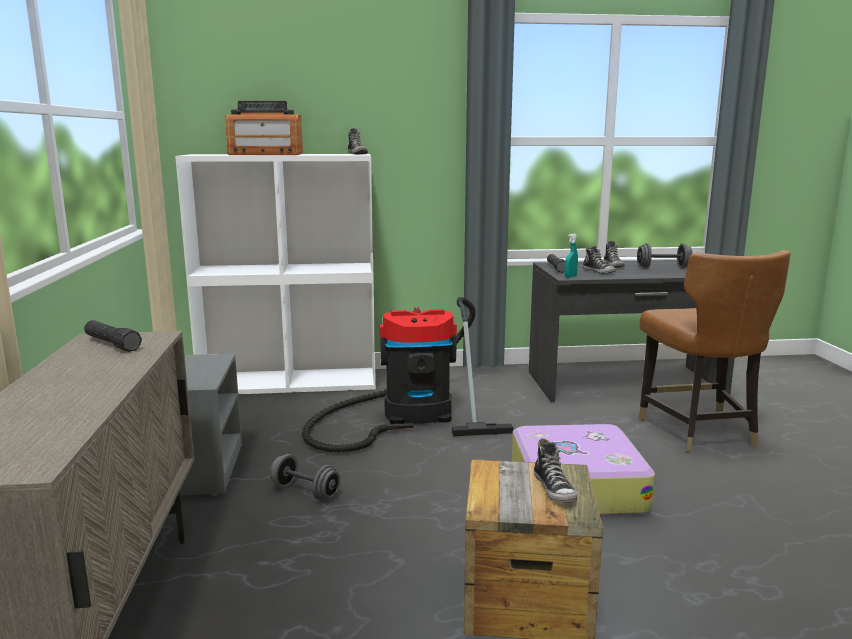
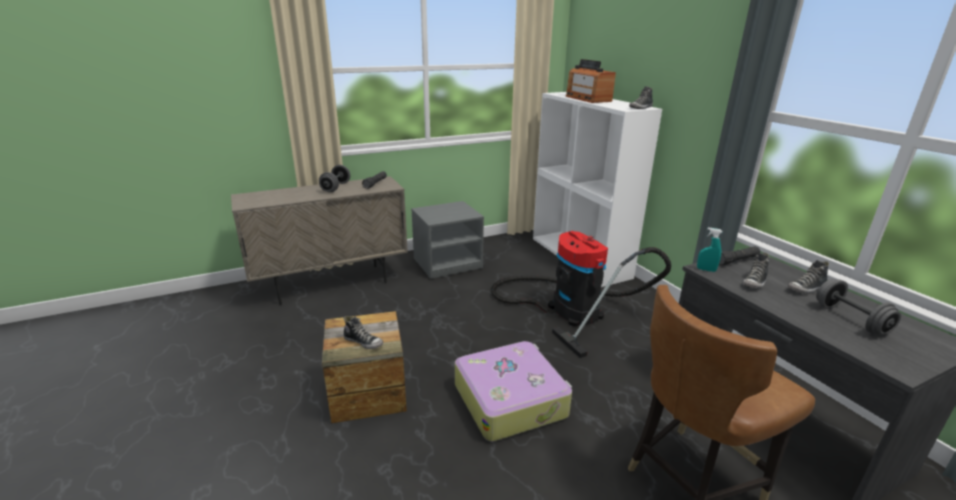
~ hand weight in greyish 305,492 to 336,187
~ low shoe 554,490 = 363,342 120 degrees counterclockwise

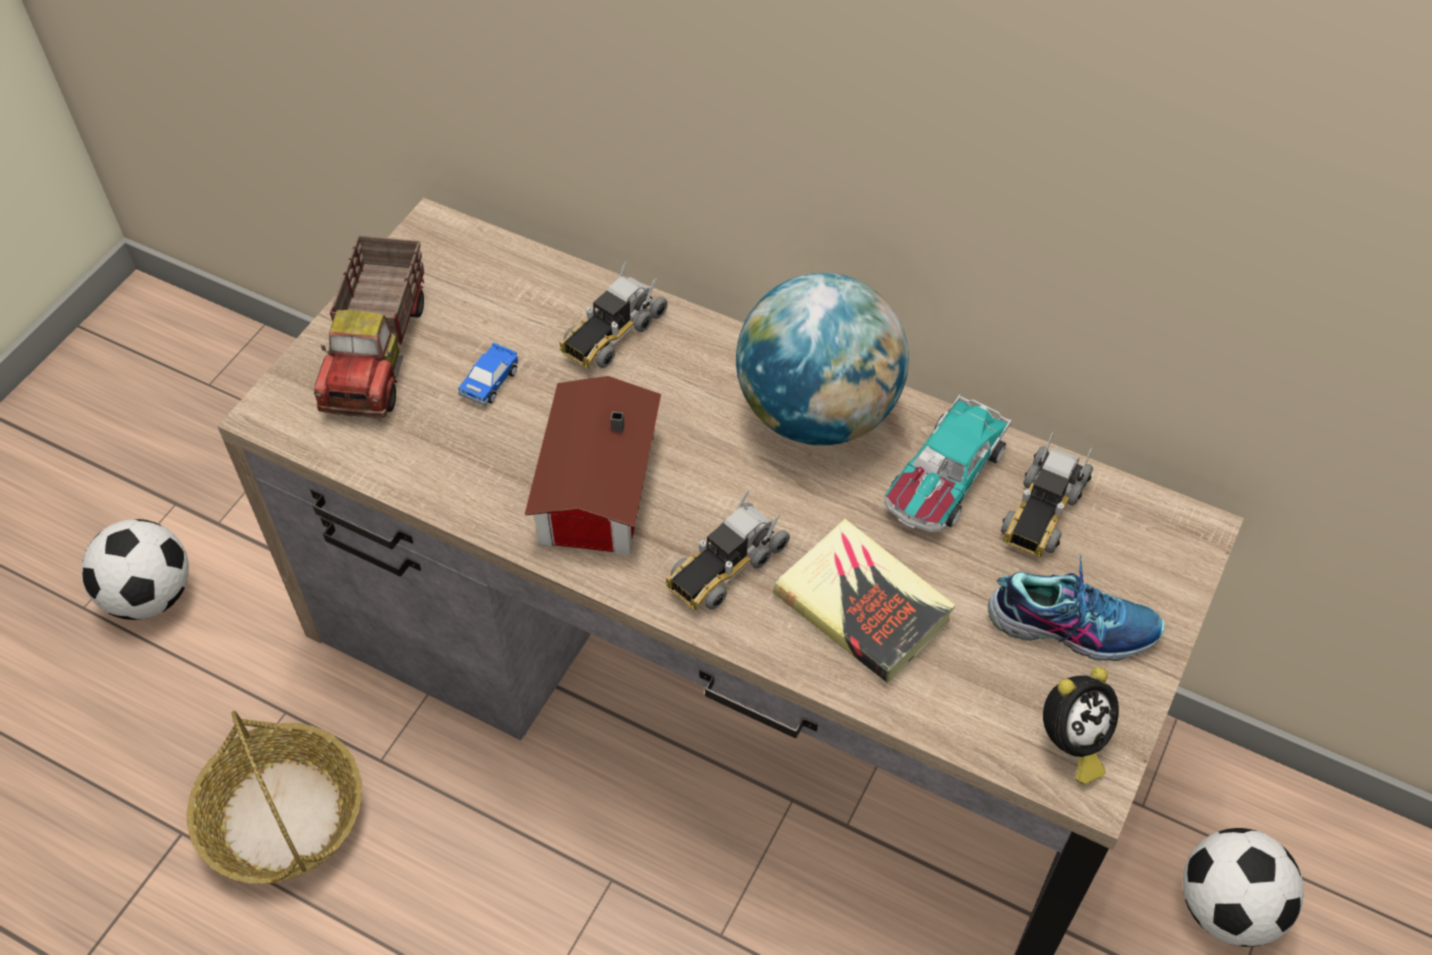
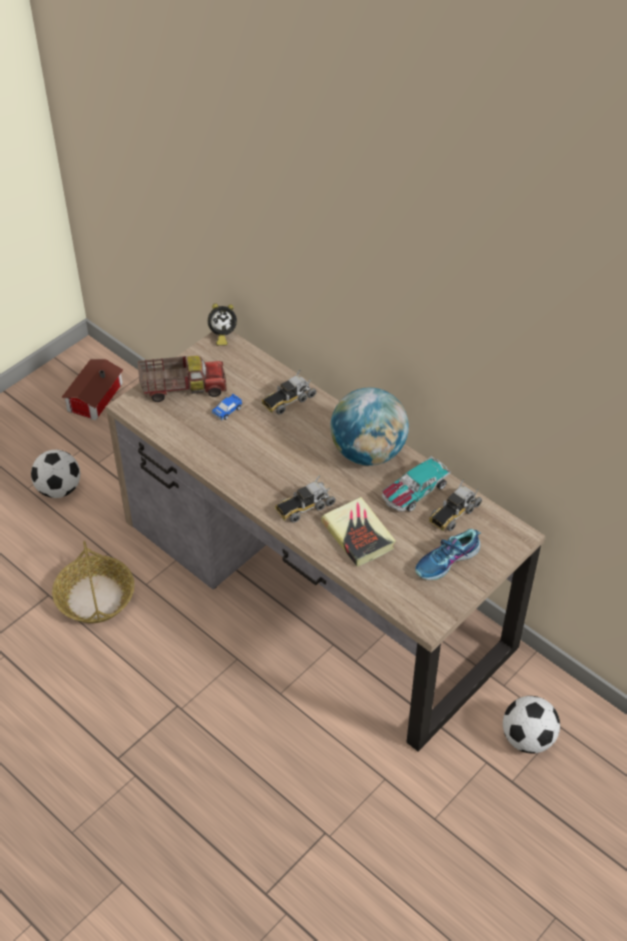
~ miniature house 593,489 to 93,398
~ alarm clock 1071,742 to 222,335
~ model truck 380,351 = 183,388 120 degrees counterclockwise
~ low shoe 1072,625 = 447,561 120 degrees clockwise

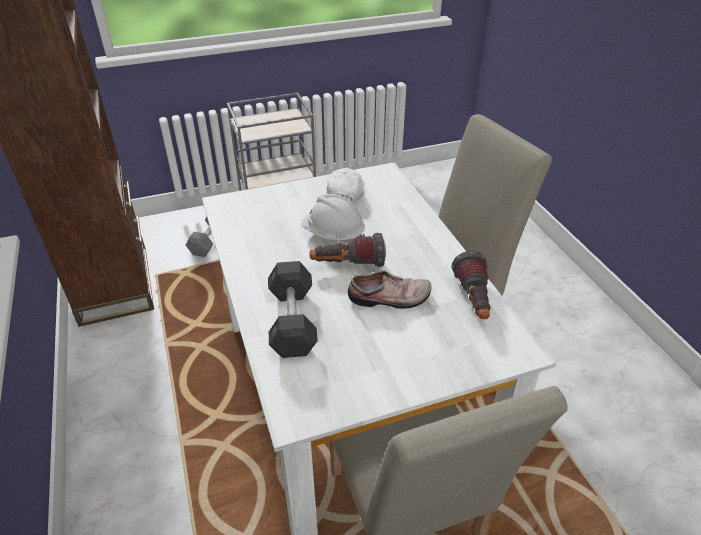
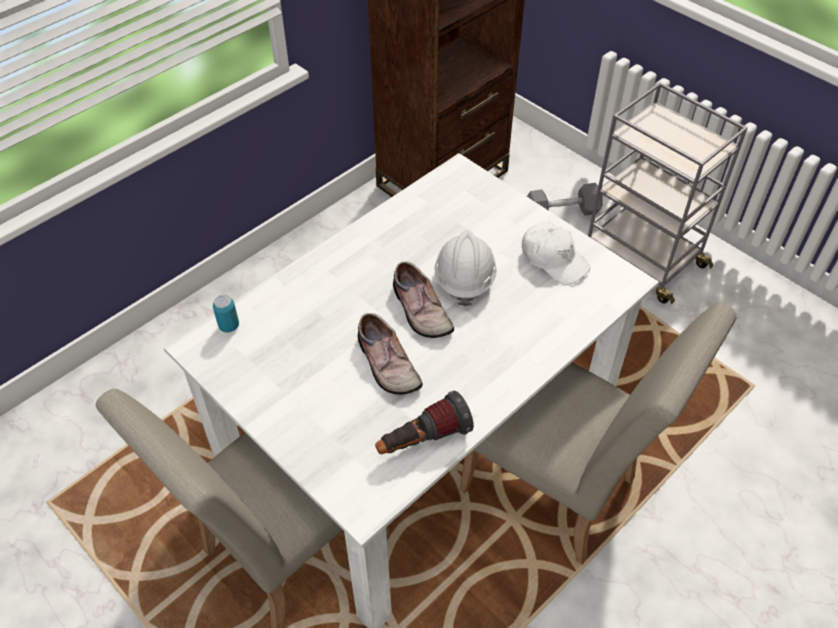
- hand weight in greyish 292,321
+ can 229,326
~ hand torch 348,265 to low shoe 419,310
~ cap in white 345,192 = 554,259 60 degrees clockwise

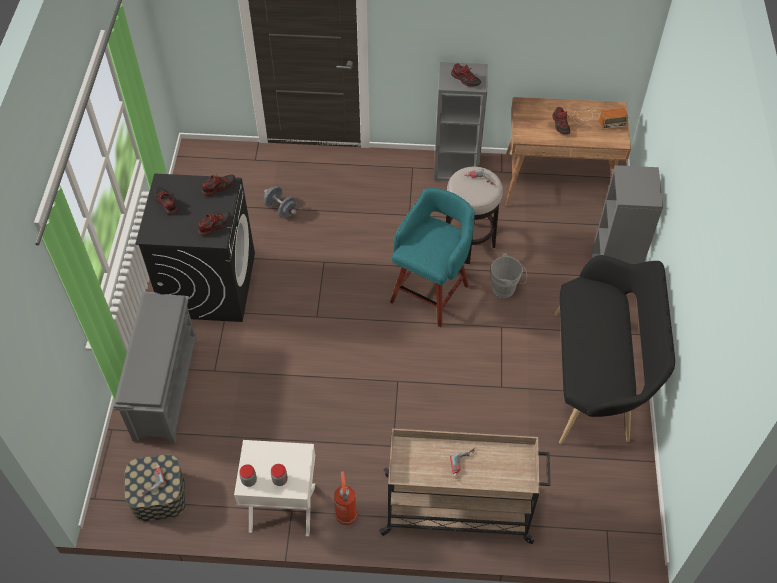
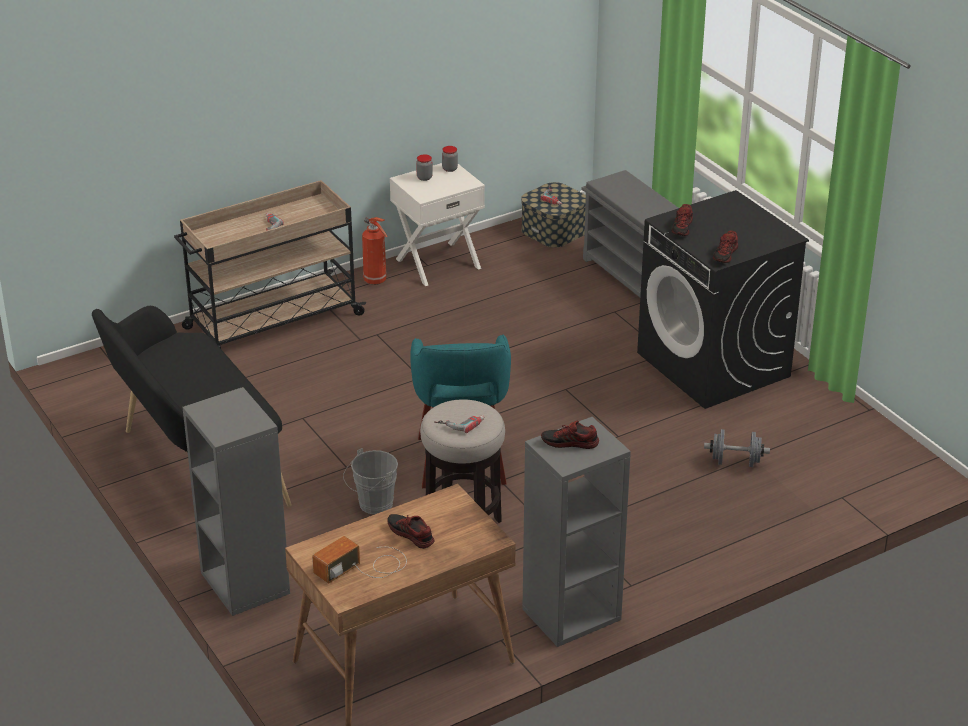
- low shoe 166,202

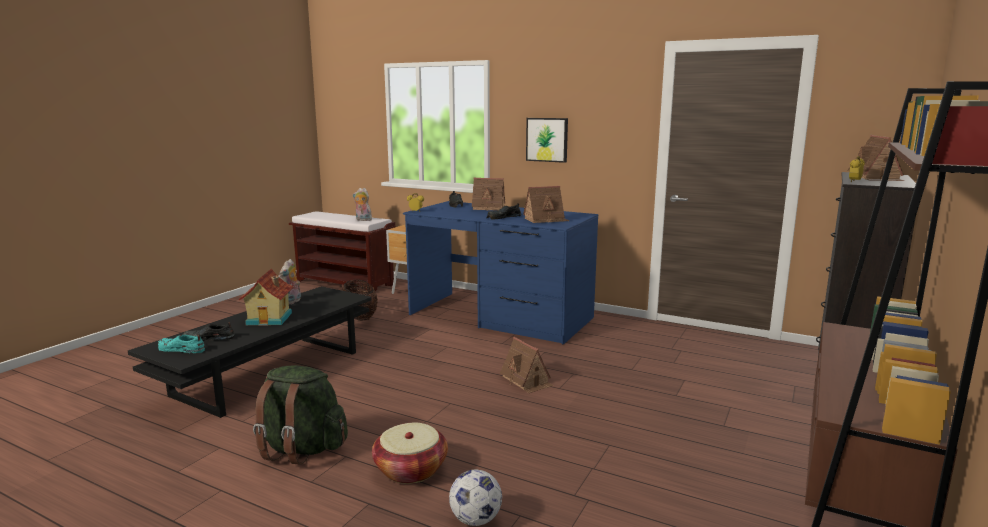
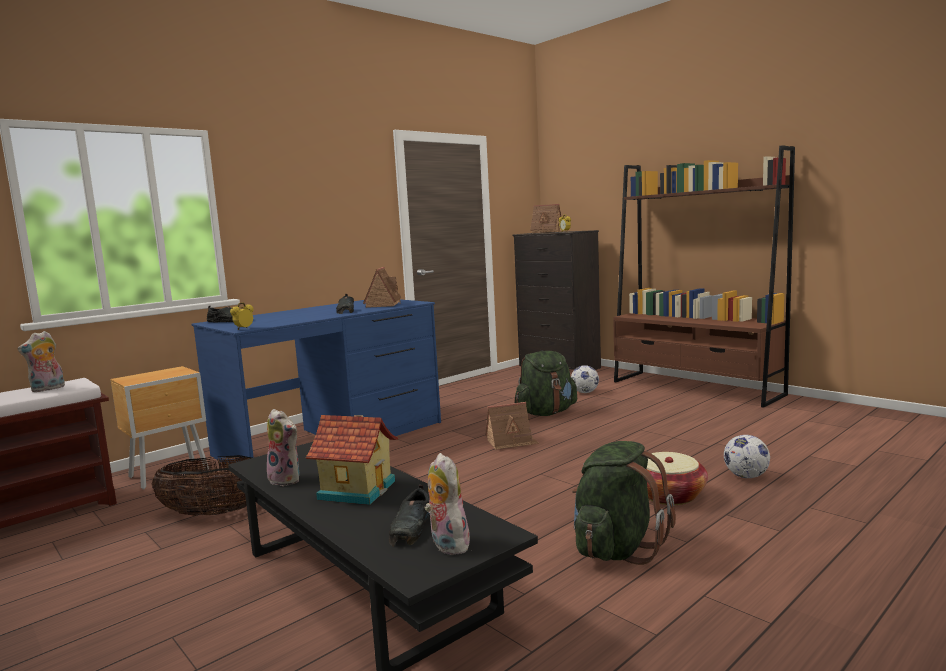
- miniature house 491,208
- wall art 547,139
+ rucksack in green 546,413
+ football ball 585,392
~ low shoe in turquoise 181,349 to plush toy 446,544

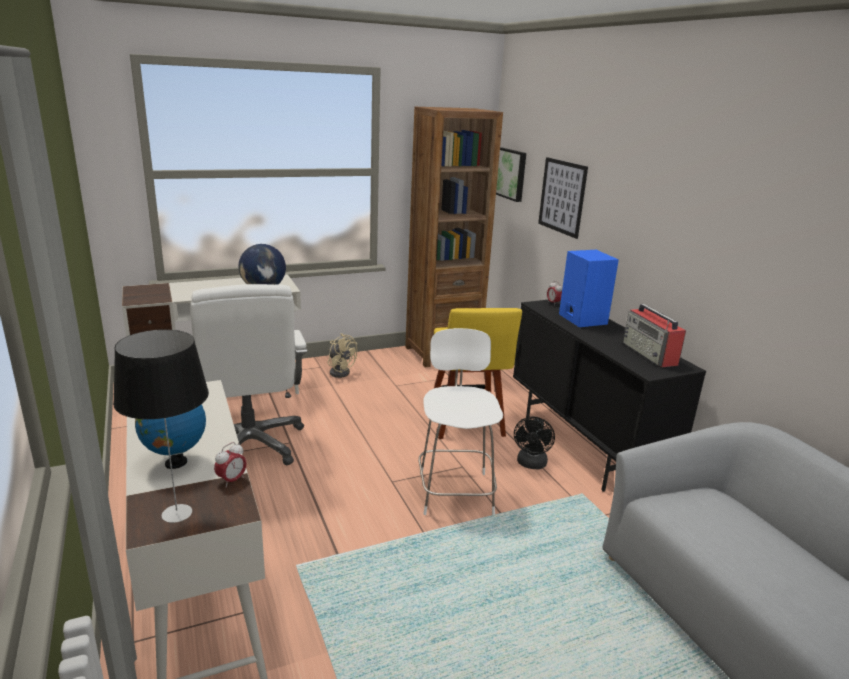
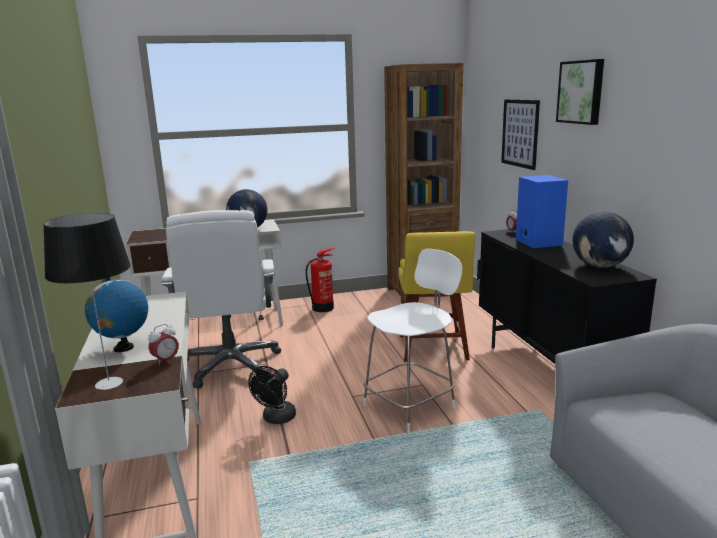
~ wall art 511,174 to 581,92
~ fan in blackish 531,464 to 276,419
~ fan in beige 340,371 to fire extinguisher 323,308
~ radio set 650,354 to desk globe 600,266
~ chair in white 455,491 = 411,405 45 degrees clockwise

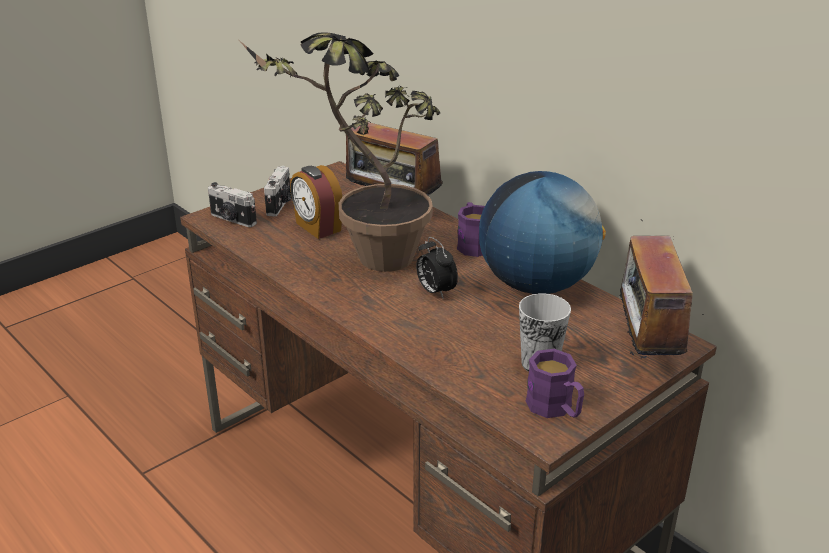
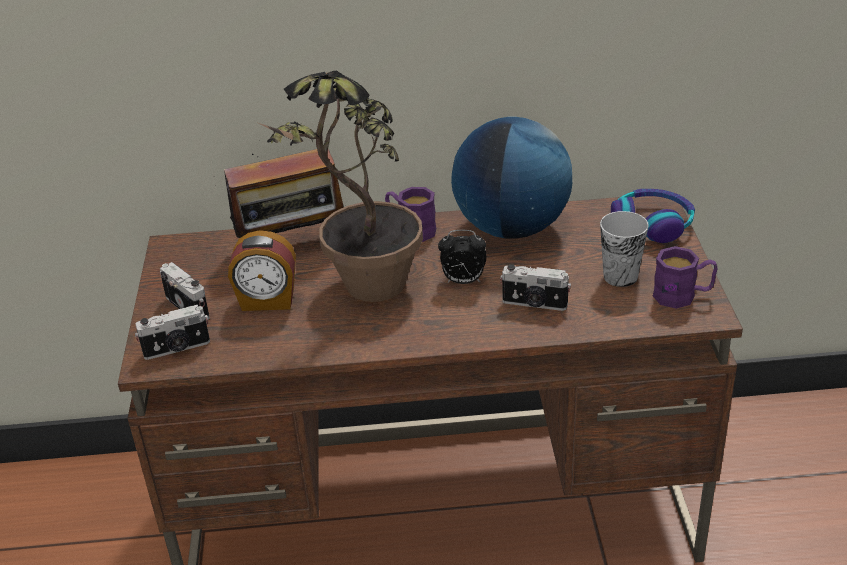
+ still camera 534,304
~ radio set 644,351 to headset 652,224

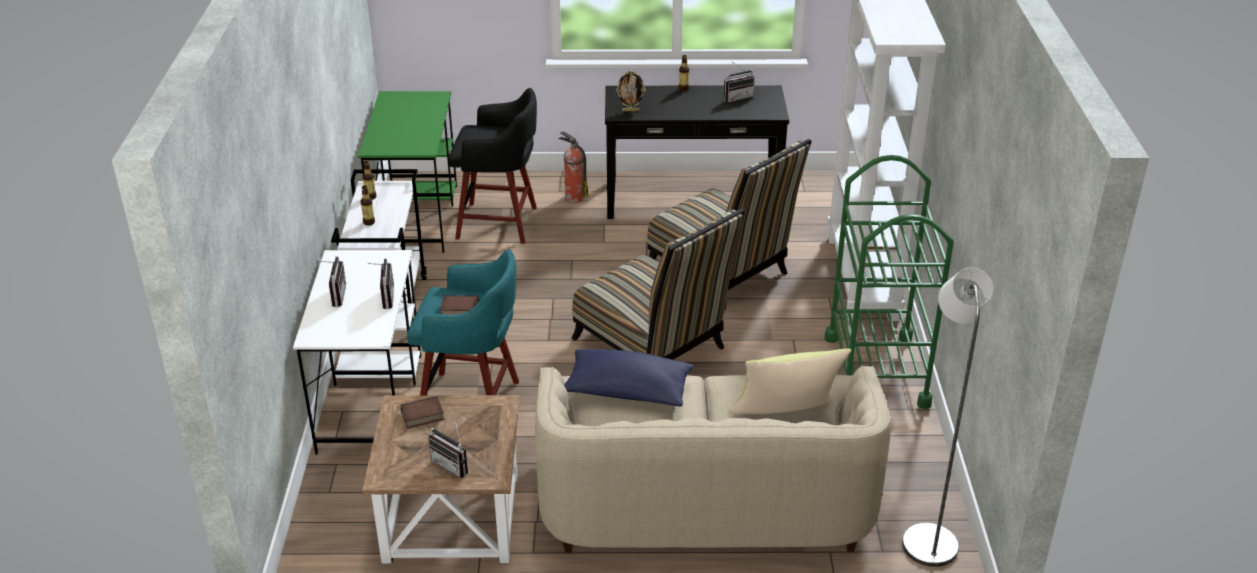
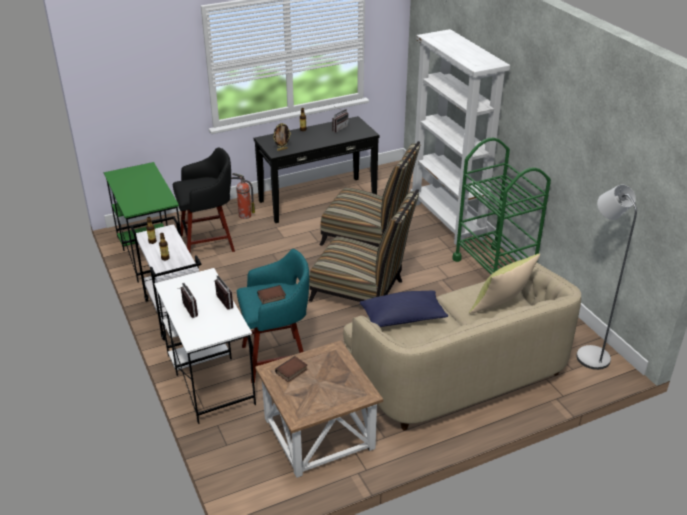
- radio set 453,464

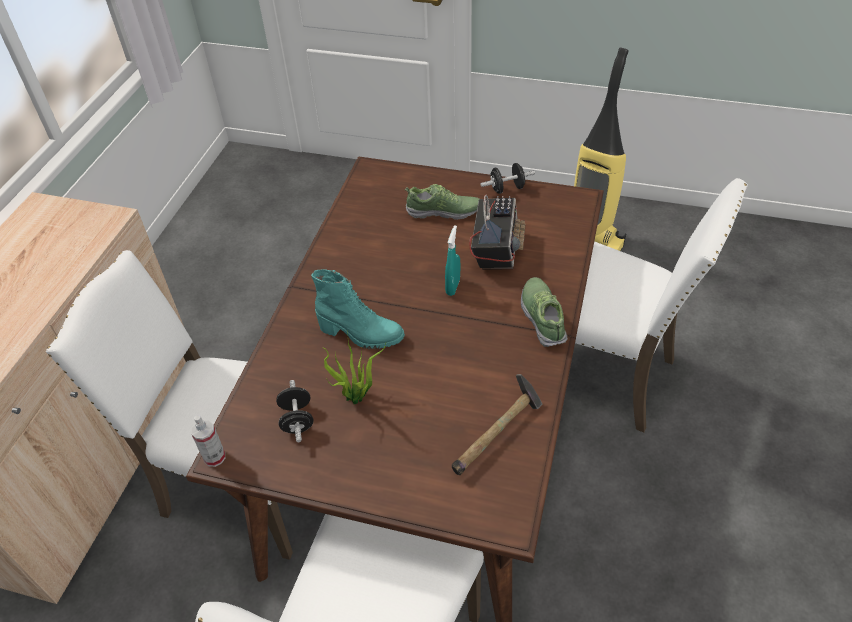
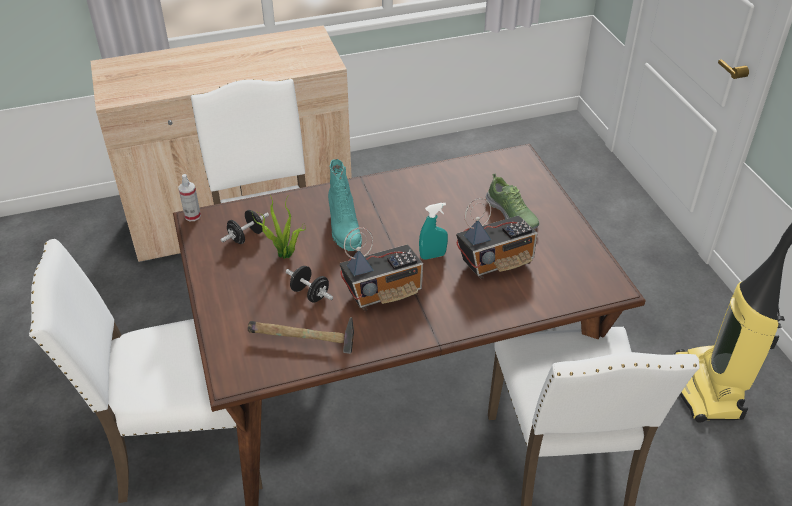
- low shoe 543,317
+ radio set 384,293
~ hand weight in blackish 507,188 to 310,294

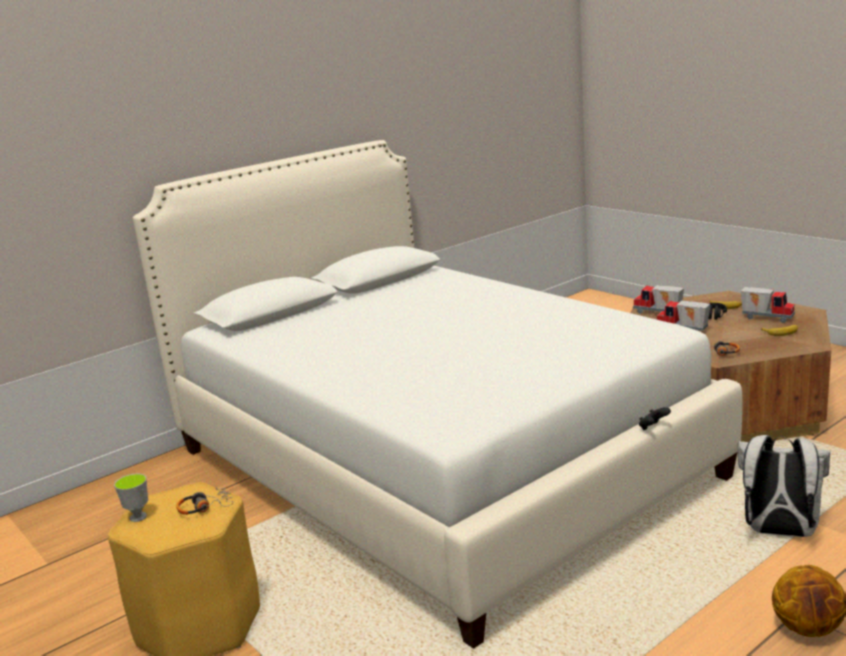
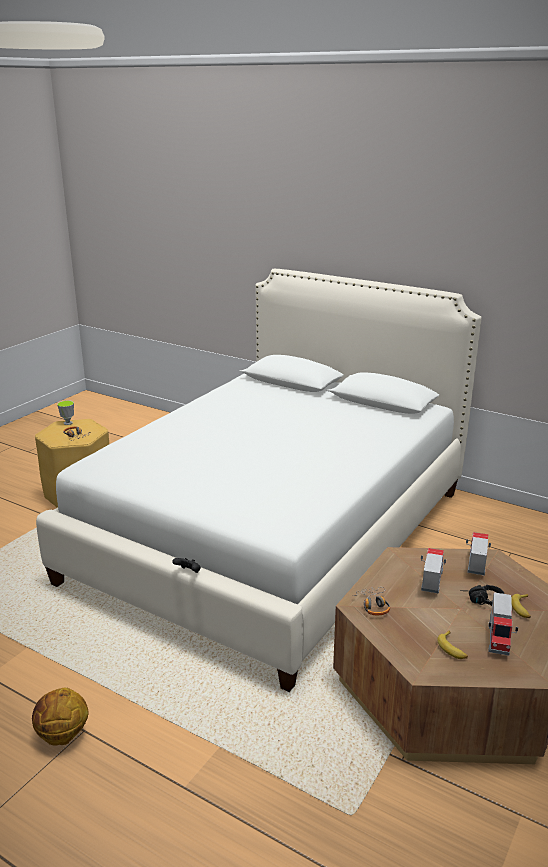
- rucksack in white 778,532

